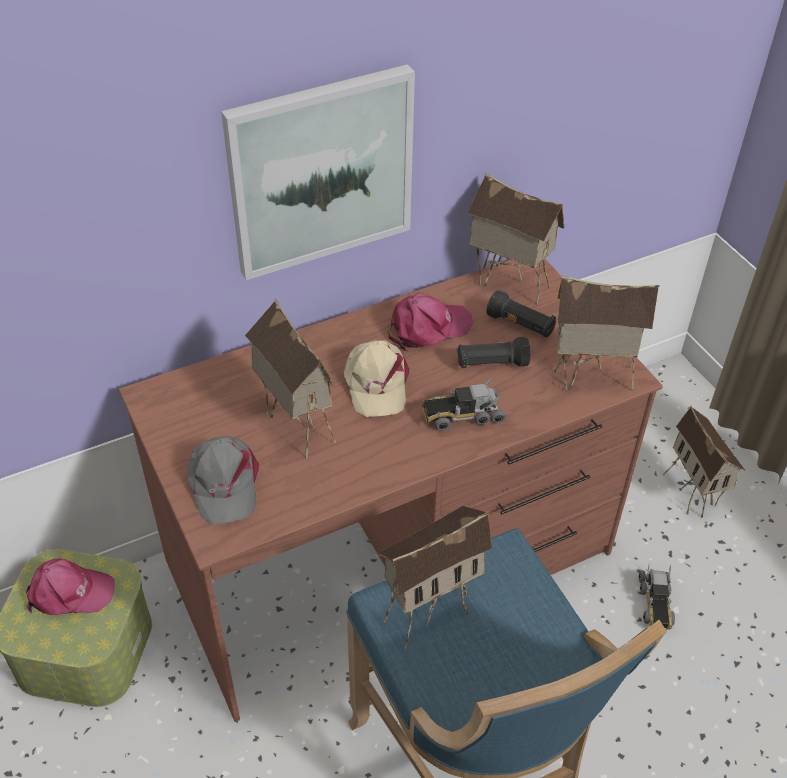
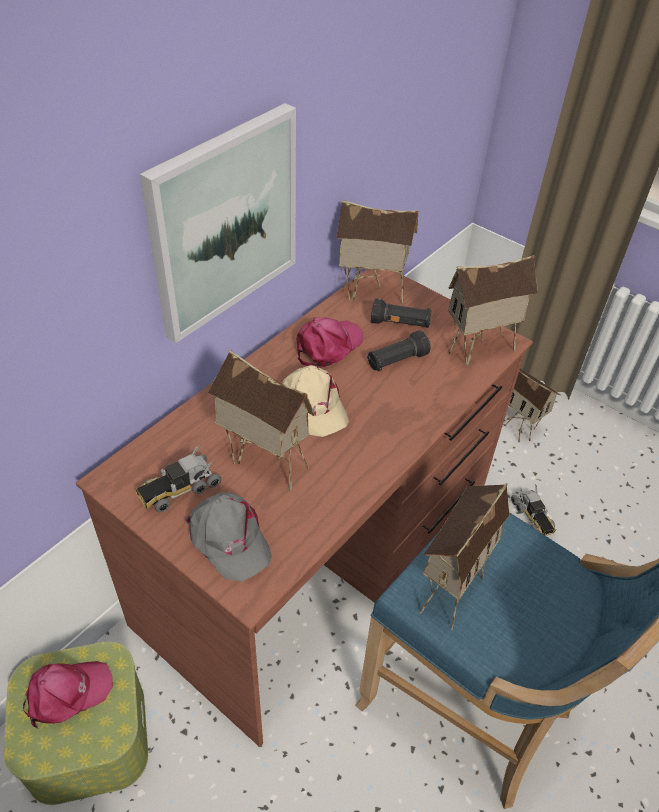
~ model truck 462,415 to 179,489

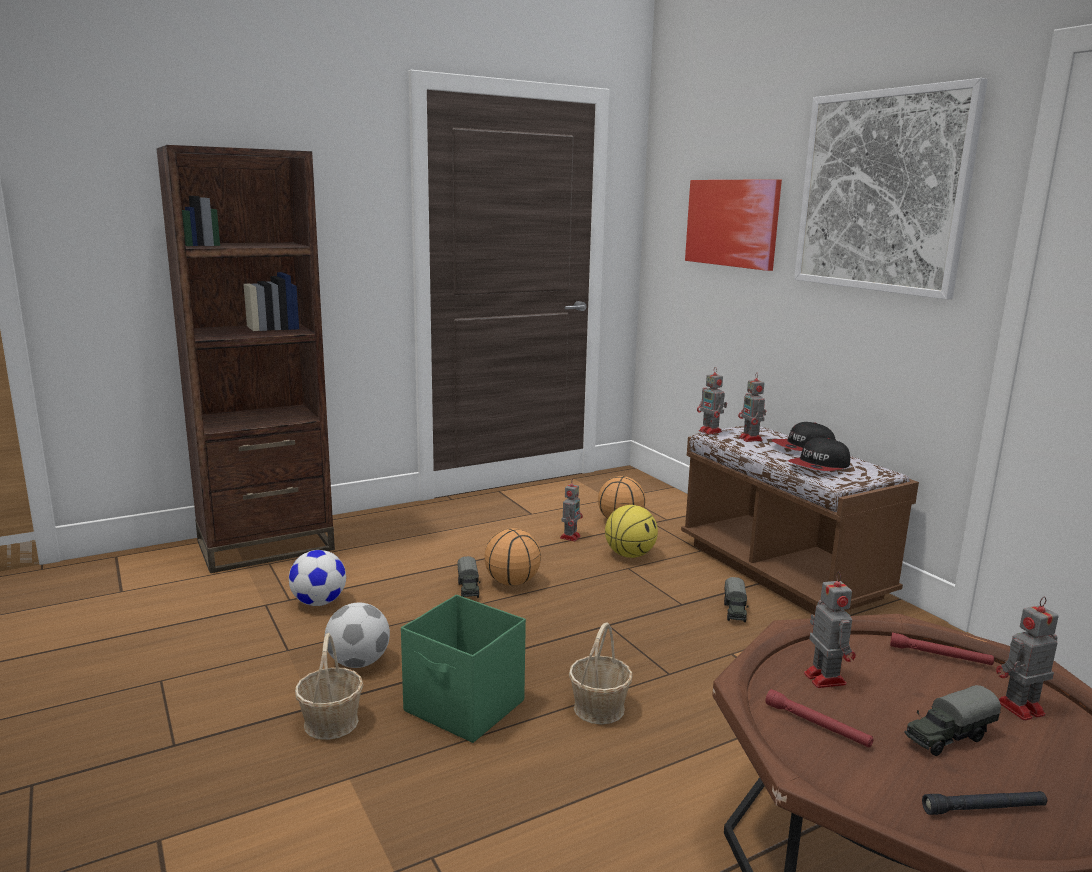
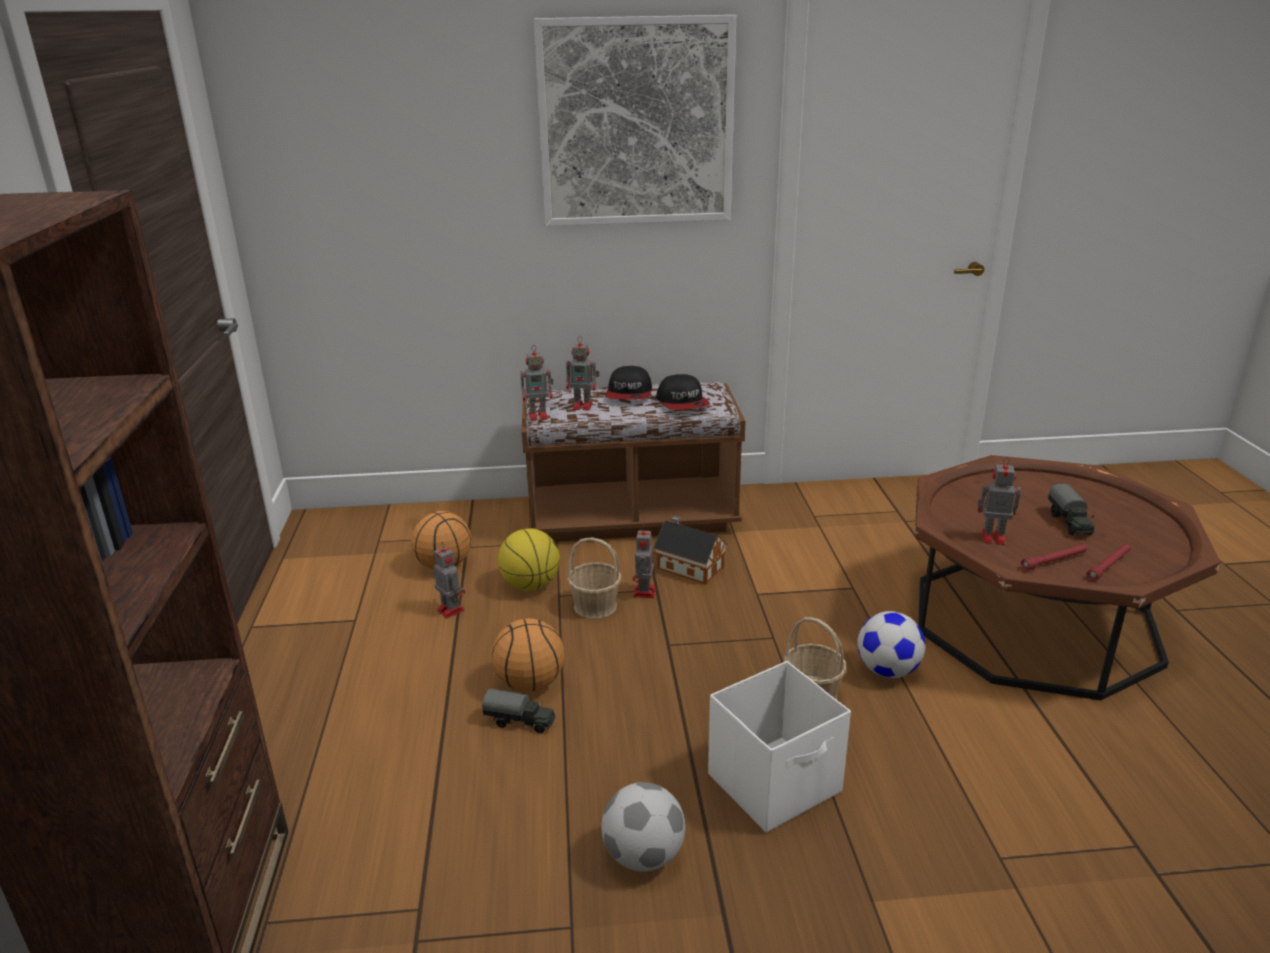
- wall art 732,223
- hand torch in blackish 984,809
~ football ball 319,602 to 887,670
~ storage basket 331,722 to 595,606
~ hand torch in red 940,656 to 1108,566
~ toy robot 1018,708 to 644,593
~ model truck 735,611 to miniature house 688,567
~ storage container in green 465,707 to storage container in white 776,783

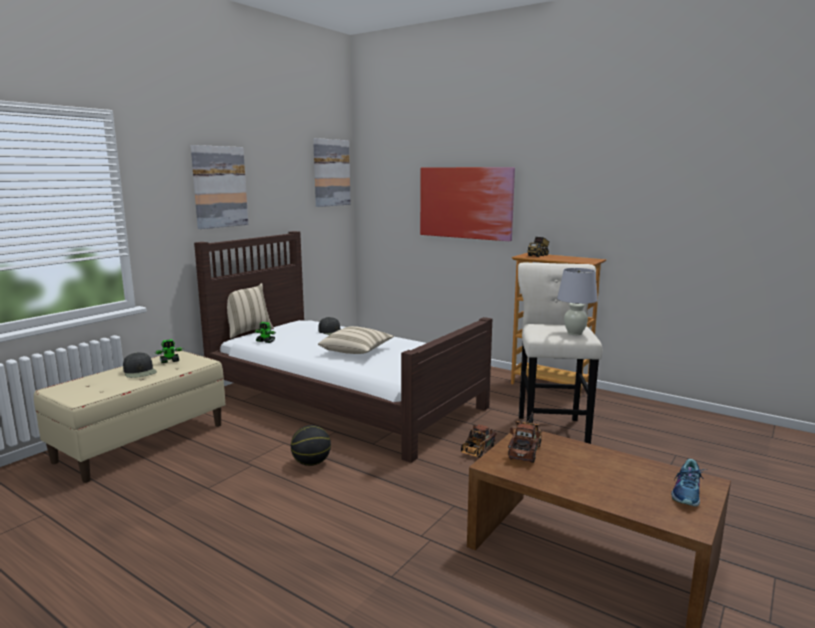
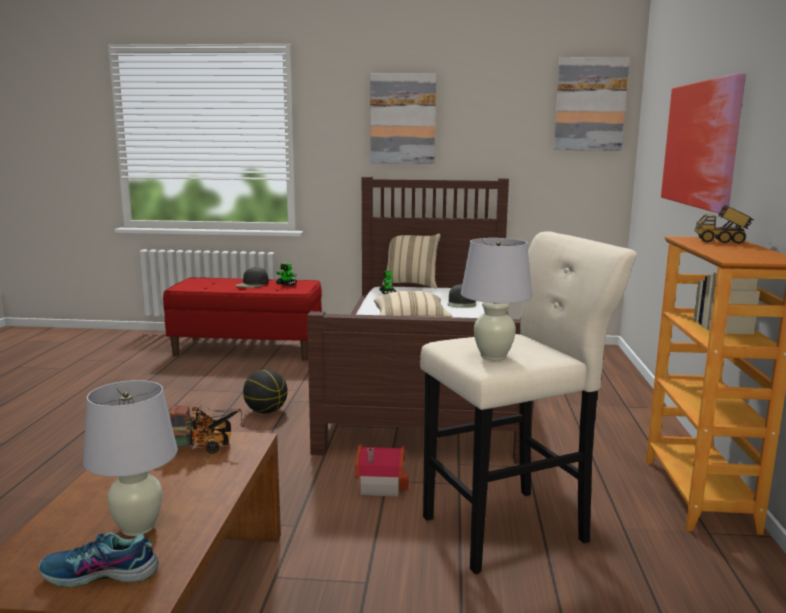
+ table lamp in white 137,527
~ model truck 476,451 to miniature house 379,485
~ indoor bench in beige 142,442 to indoor bench in red 248,349

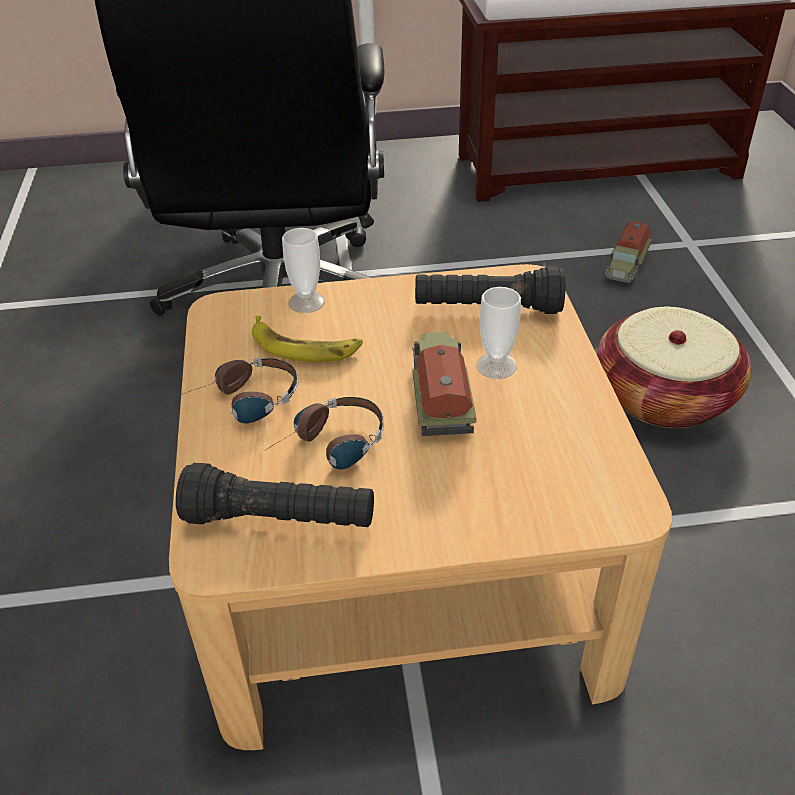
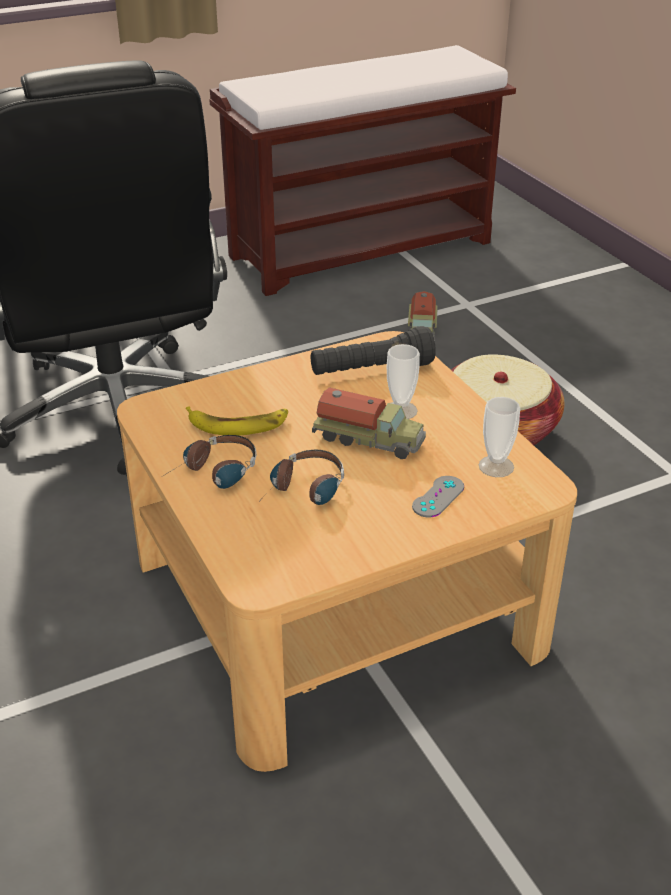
- hand torch in blackish 280,520
+ gamepad in greyish 438,497
~ drinking cup 306,302 to 496,466
~ model truck 440,396 = 369,439 135 degrees clockwise

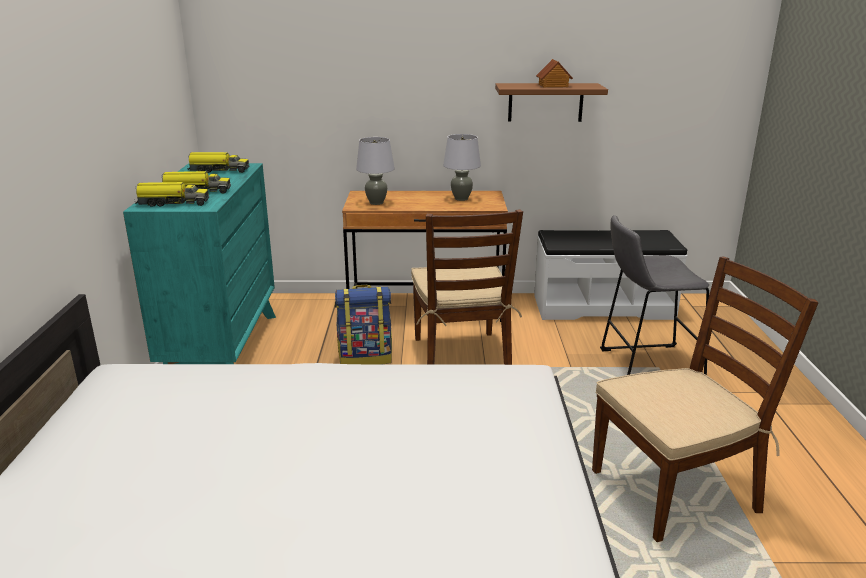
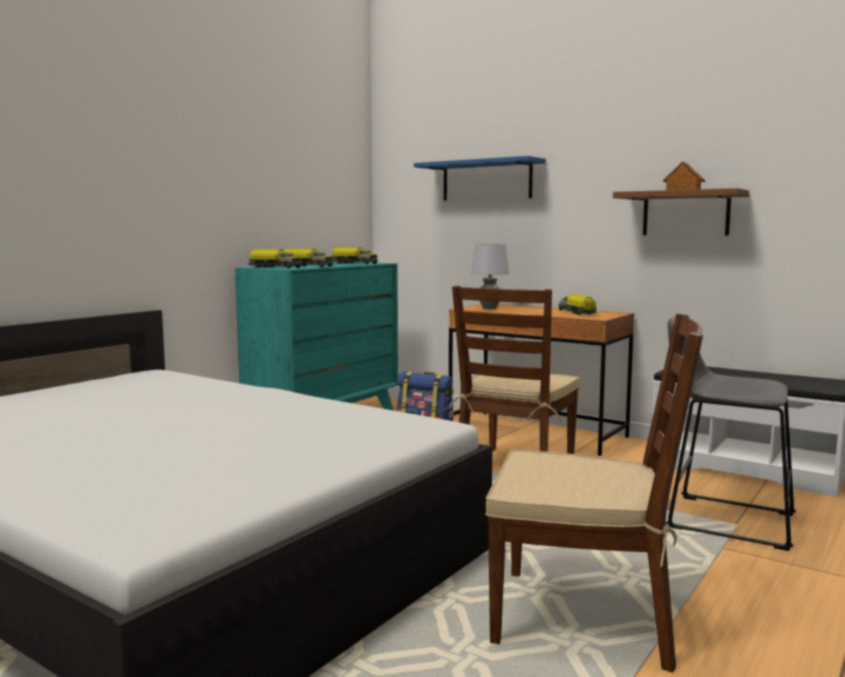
+ bracket shelf in bluish 486,180
~ table lamp in greyish 461,198 to model truck 577,312

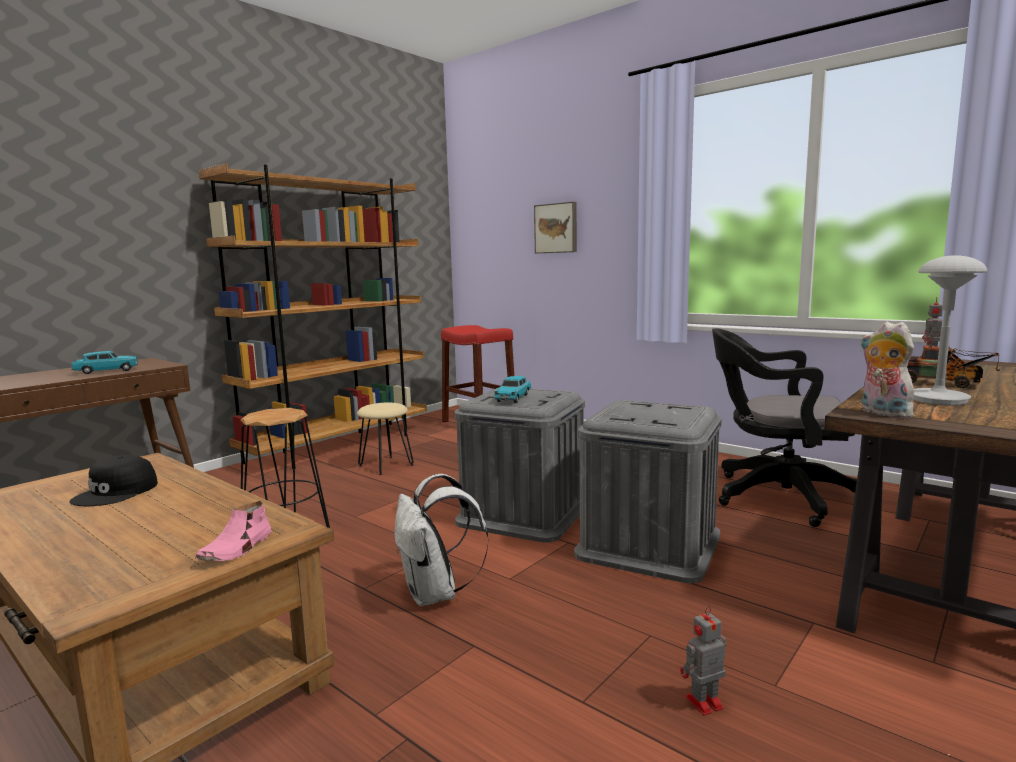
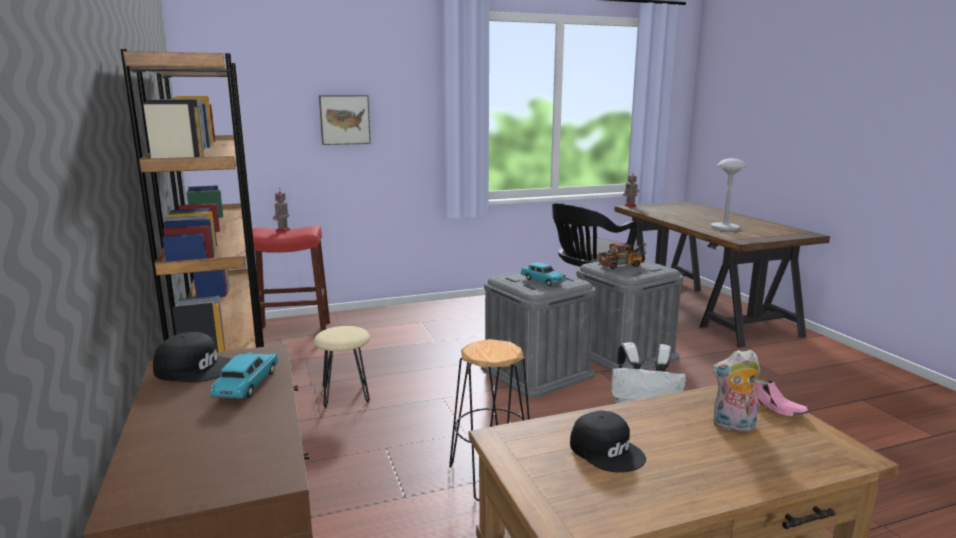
+ cap in blackish 196,368
~ toy robot 702,703 to 282,230
~ plush toy 882,413 to 733,426
~ model truck 944,384 to 624,265

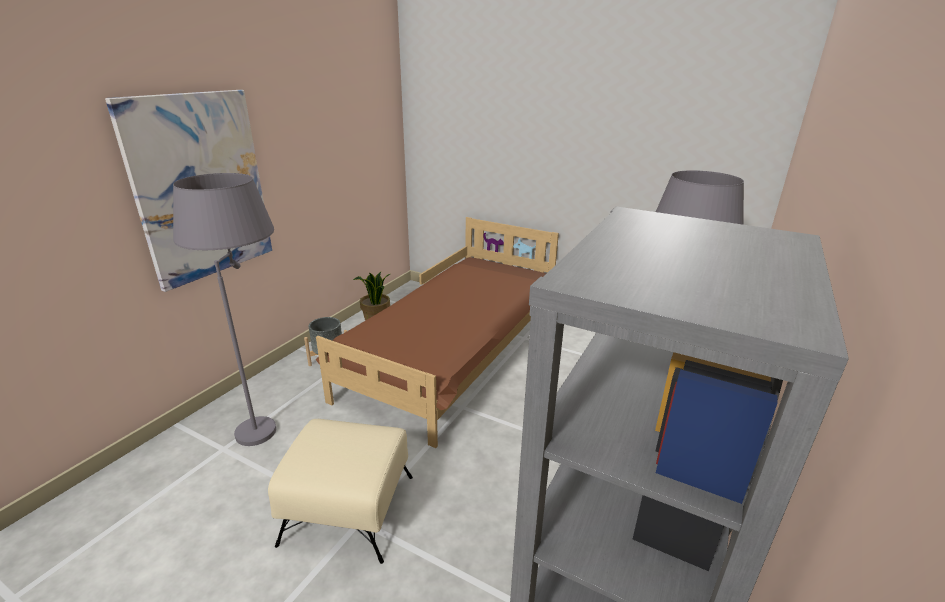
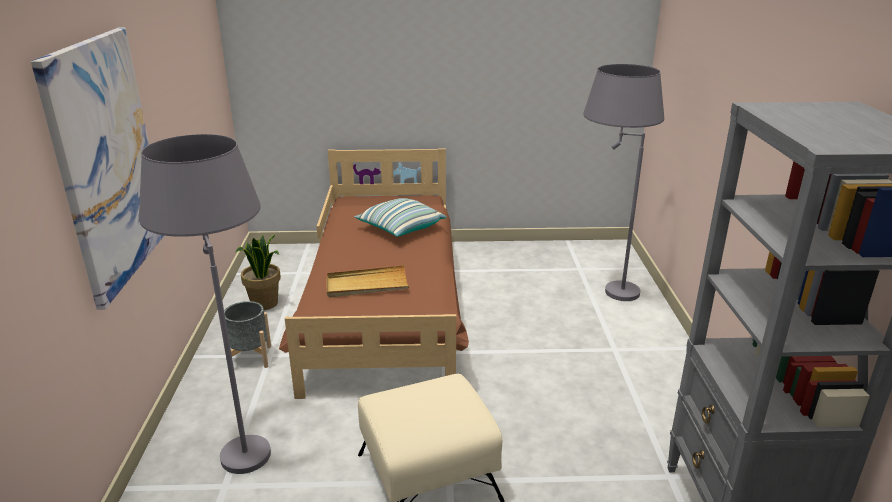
+ serving tray in beige 367,285
+ pillow 400,228

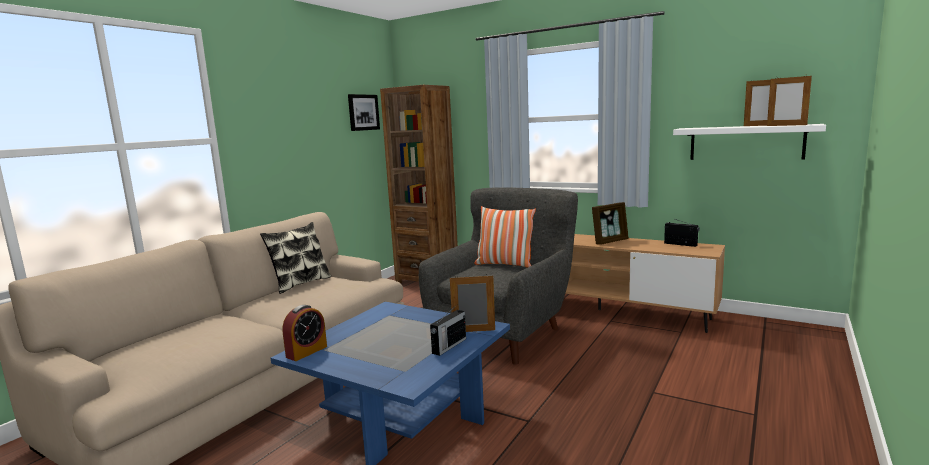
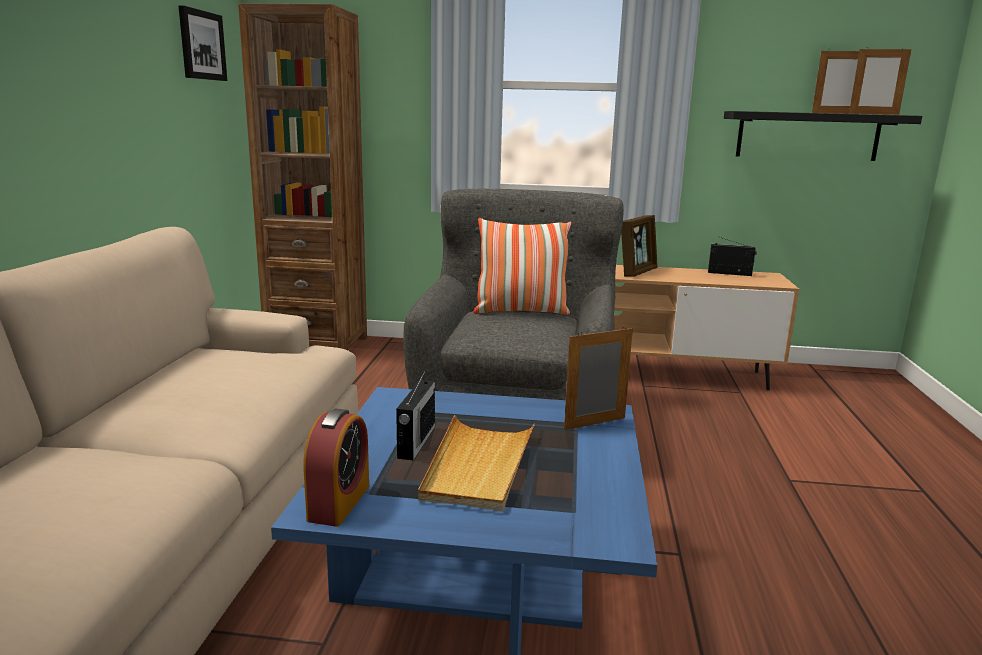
- pillow 300,283
+ serving tray in beige 478,466
~ radio set 448,346 to 416,442
~ bracket shelf in white 745,142 to bracket shelf in blackish 807,136

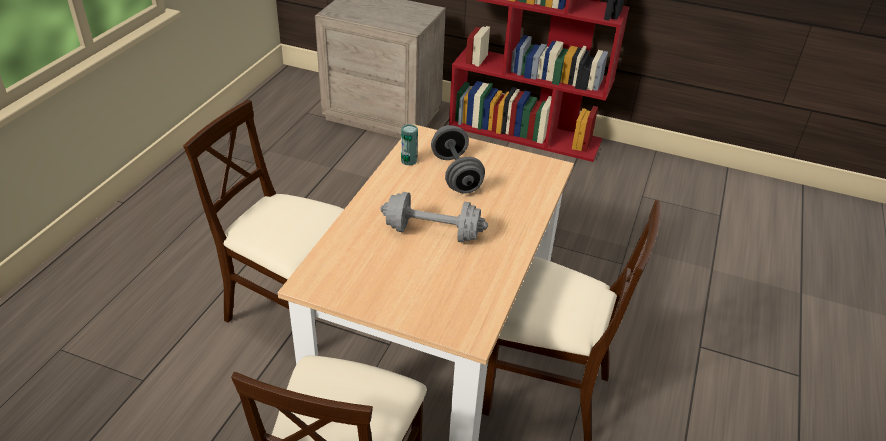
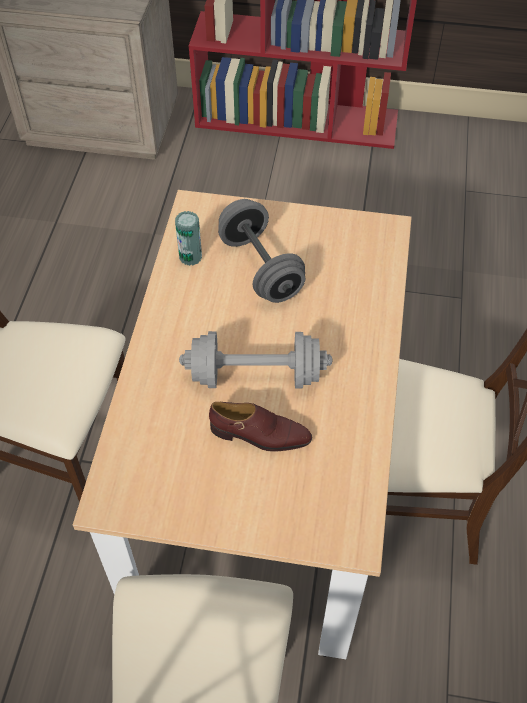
+ low shoe in brownish 260,435

